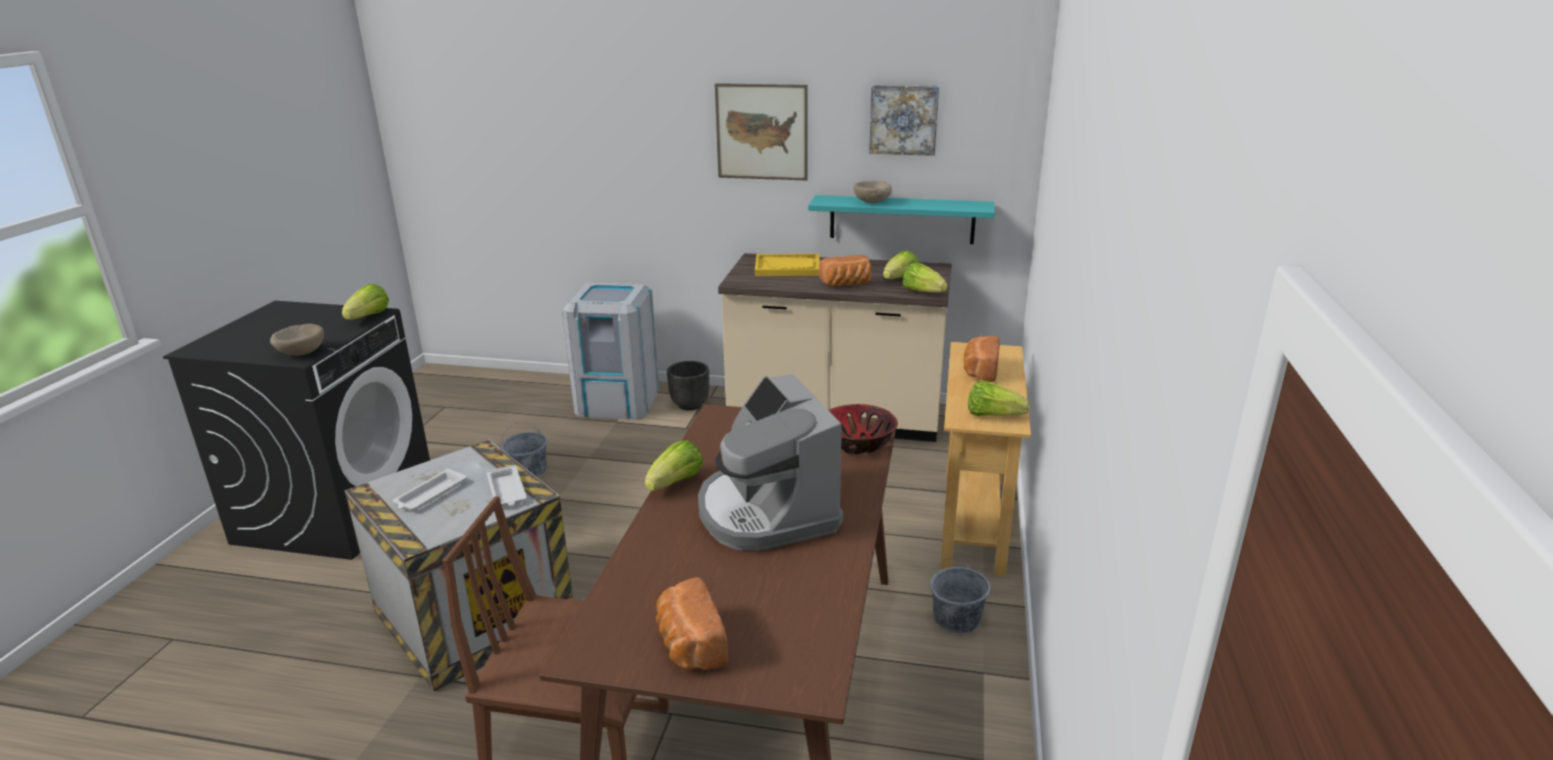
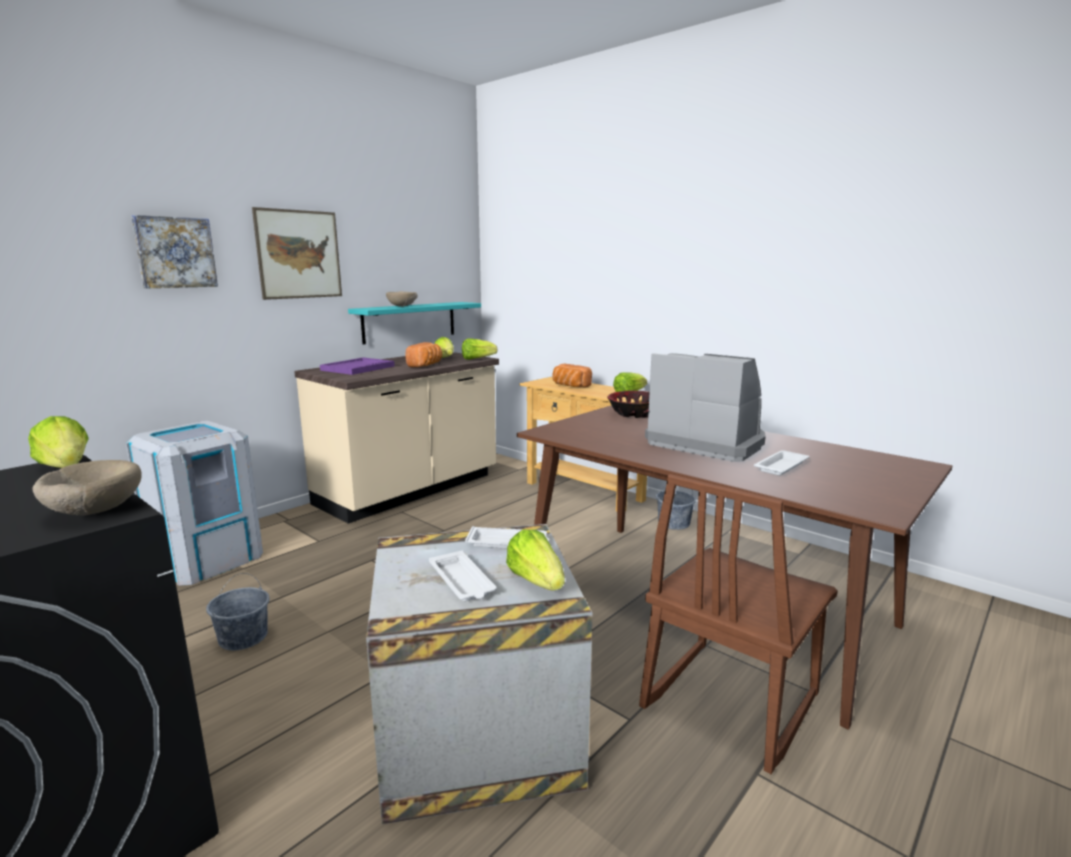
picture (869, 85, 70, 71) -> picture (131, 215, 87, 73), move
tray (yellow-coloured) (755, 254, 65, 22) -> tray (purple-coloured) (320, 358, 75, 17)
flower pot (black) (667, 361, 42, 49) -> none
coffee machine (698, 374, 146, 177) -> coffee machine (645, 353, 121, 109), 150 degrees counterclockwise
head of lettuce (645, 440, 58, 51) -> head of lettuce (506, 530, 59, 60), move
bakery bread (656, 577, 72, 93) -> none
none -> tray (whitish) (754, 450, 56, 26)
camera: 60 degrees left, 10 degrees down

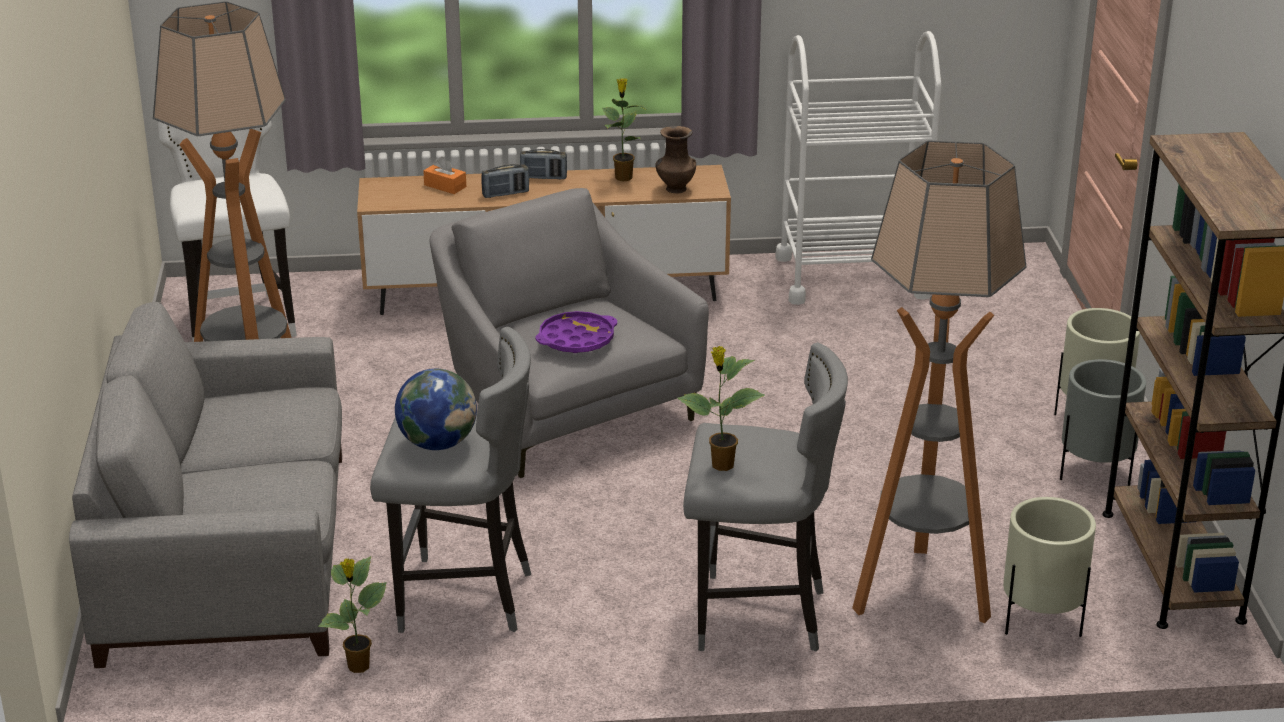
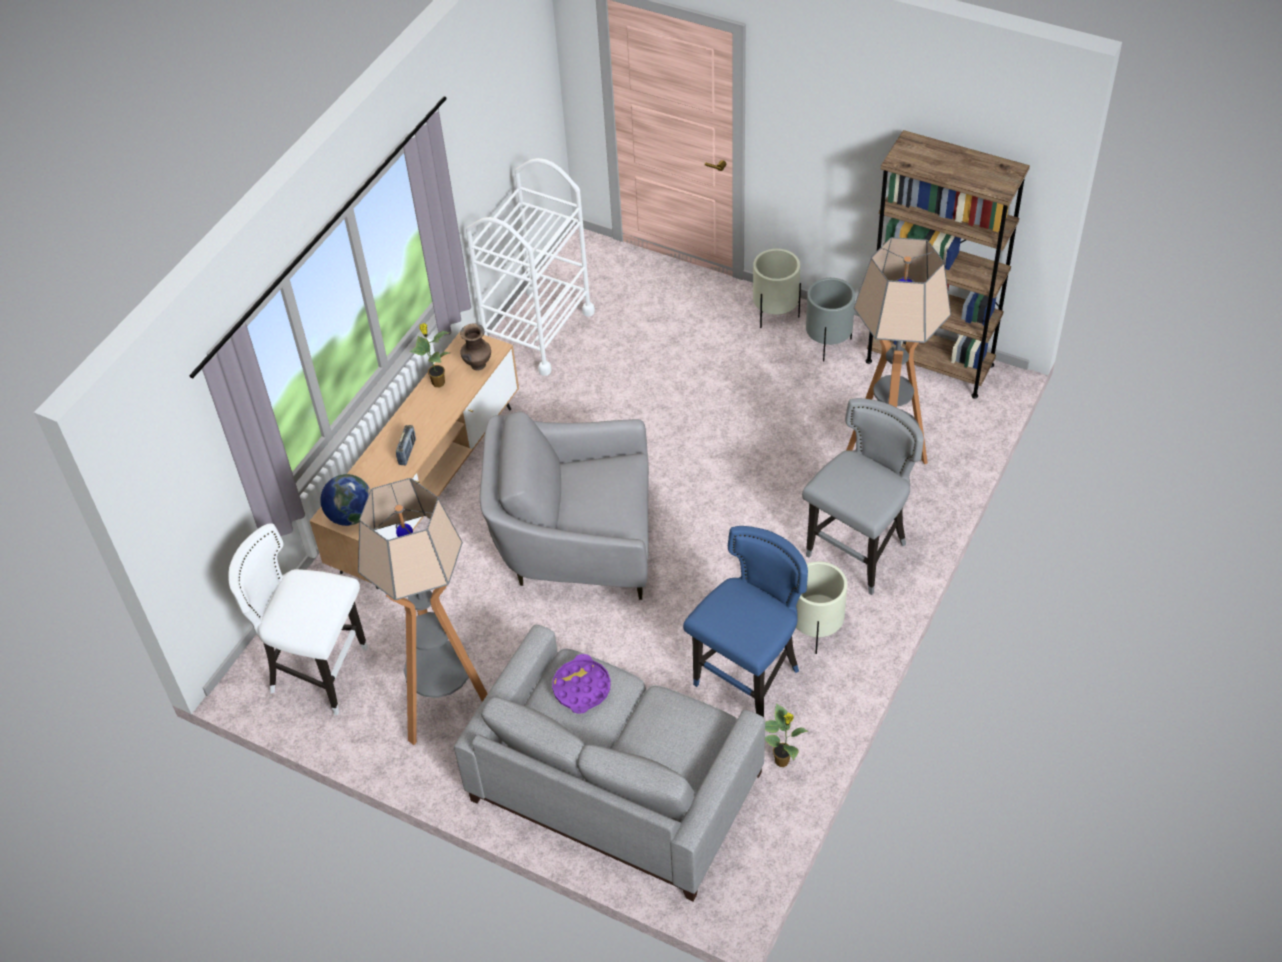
radio receiver (520, 149, 47, 31) -> none
tissue holder (orangey) (423, 157, 43, 37) -> none
tray (purple-coloured) (535, 311, 82, 42) -> tray (purple-coloured) (552, 654, 59, 60), move
stool seat (greyish) (370, 327, 161, 306) -> stool seat (bluish) (683, 526, 125, 191)
houseplant (677, 346, 88, 125) -> none
world globe (395, 369, 82, 81) -> world globe (320, 474, 51, 52), move
flower pot (beige) (1003, 497, 93, 140) -> flower pot (beige) (796, 561, 51, 93), move
camera: 55 degrees left, 20 degrees up

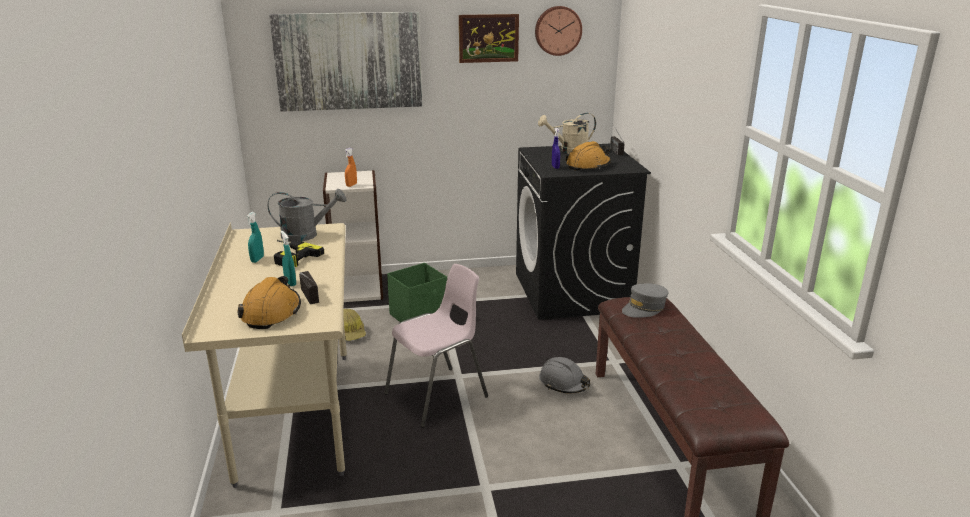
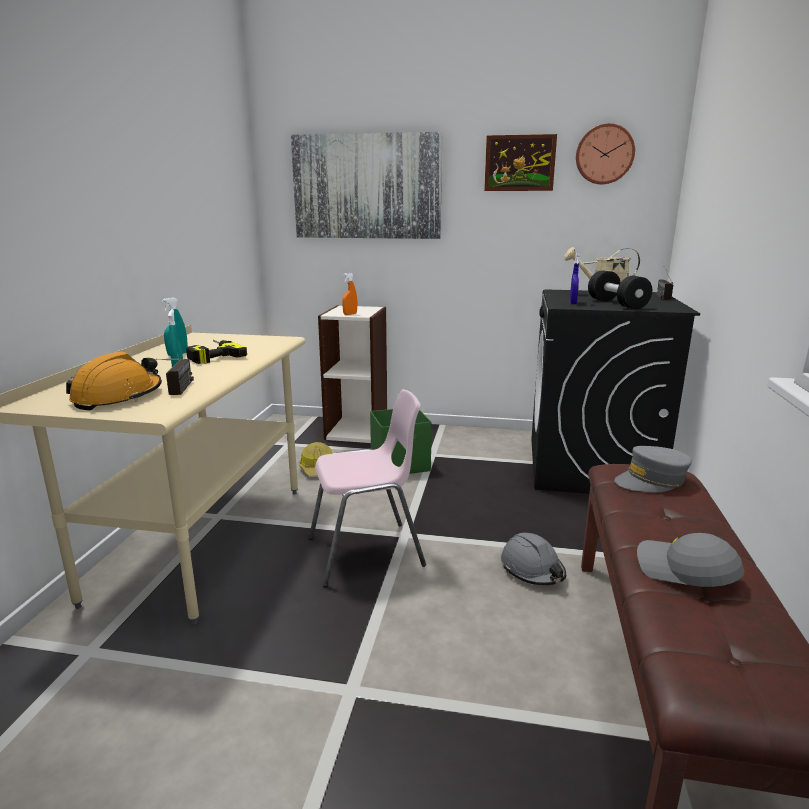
work helmet (orangey) (565, 141, 46, 30) -> free weight (black) (588, 270, 64, 39)
sprinkling can (greyish) (268, 189, 78, 53) -> none
none -> cap (greyish) (637, 533, 107, 54)
camera: 20 degrees right, 5 degrees down

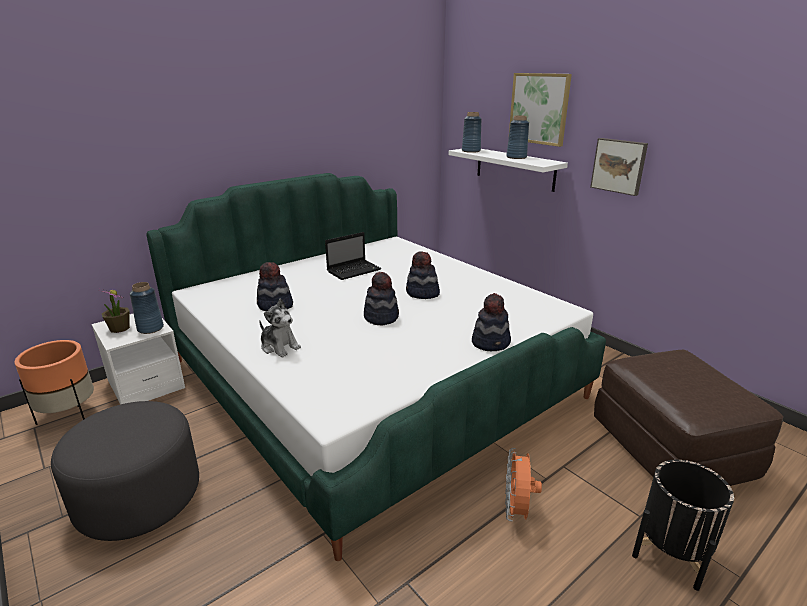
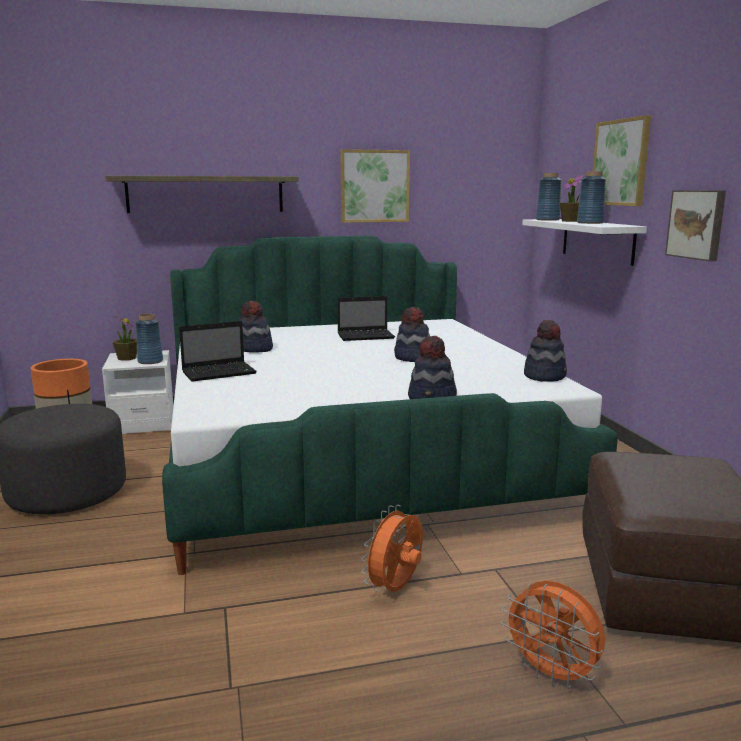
hat (364, 272, 35, 53) -> hat (524, 320, 43, 62), move
cuddly toy (259, 299, 42, 58) -> portable computer (179, 321, 78, 61)
flower pot (black) (632, 460, 102, 131) -> electric fan (orangey) (501, 581, 104, 108)
none -> picture (340, 149, 70, 74)
none -> houseplant (560, 175, 24, 47)
none -> bracket shelf (106, 176, 193, 37)
camera: 25 degrees right, 10 degrees down

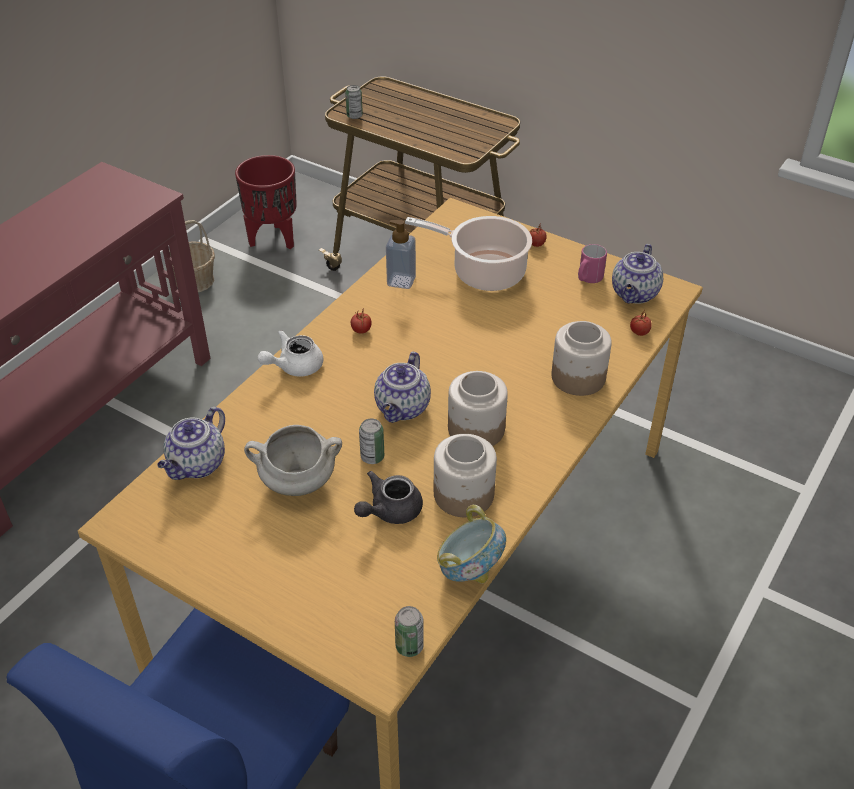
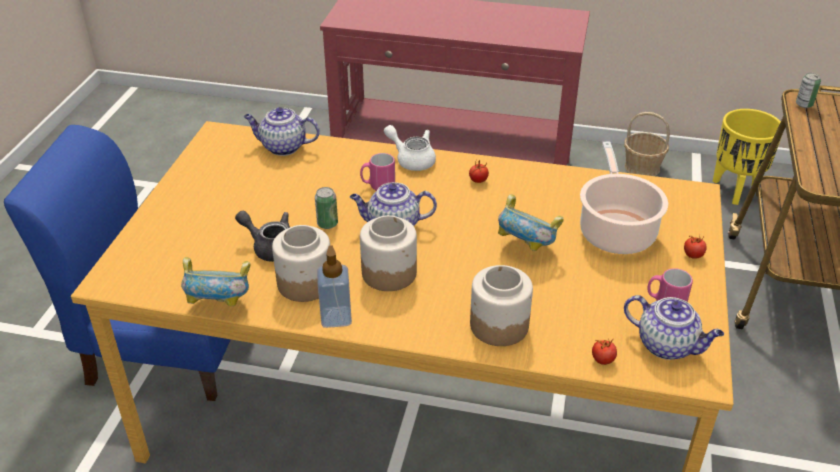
flower pot (red) (235, 155, 62, 94) -> flower pot (yellow-coloured) (713, 109, 69, 96)
soap dispenser (386, 220, 30, 69) -> soap dispenser (317, 245, 35, 83), move
tea pot (612, 244, 51, 60) -> tea pot (624, 295, 100, 65), 150 degrees counterclockwise
cooking pot (whitish) (244, 425, 98, 71) -> none
metal can (395, 606, 29, 51) -> none
none -> tea mug (pinkish) (360, 153, 35, 38)
none -> serving bowl (498, 194, 66, 57)
camera: 70 degrees right, 5 degrees down

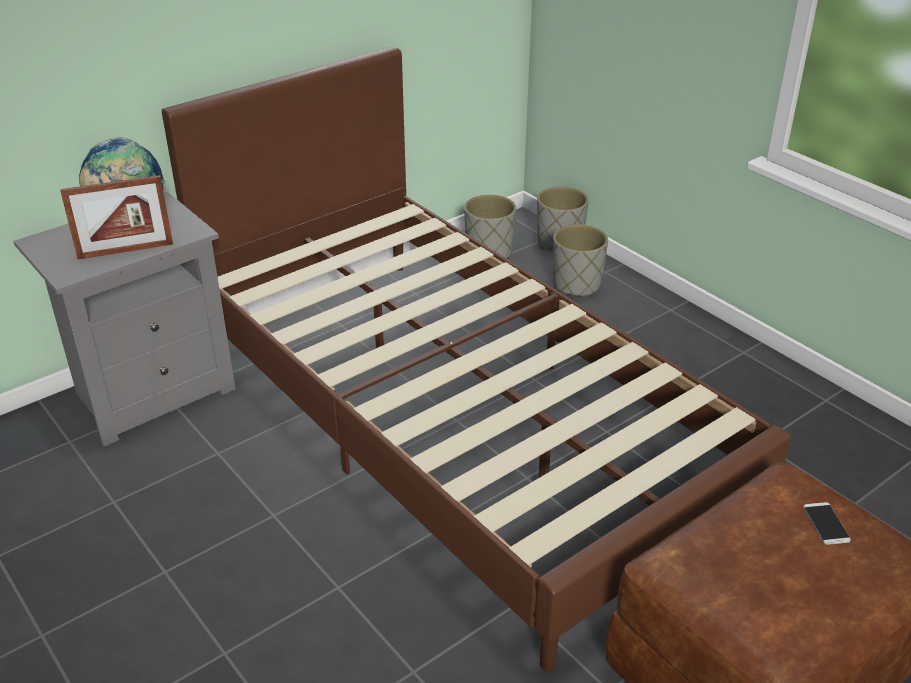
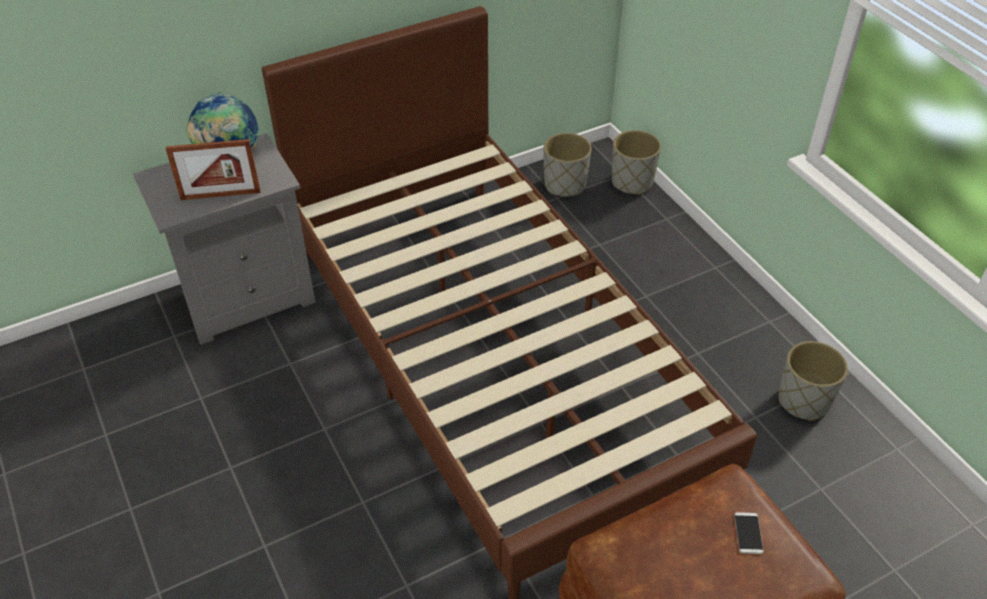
flower pot (greyish) (553, 224, 55, 73) -> flower pot (greyish) (778, 341, 70, 80), move
camera: 10 degrees right, 10 degrees up

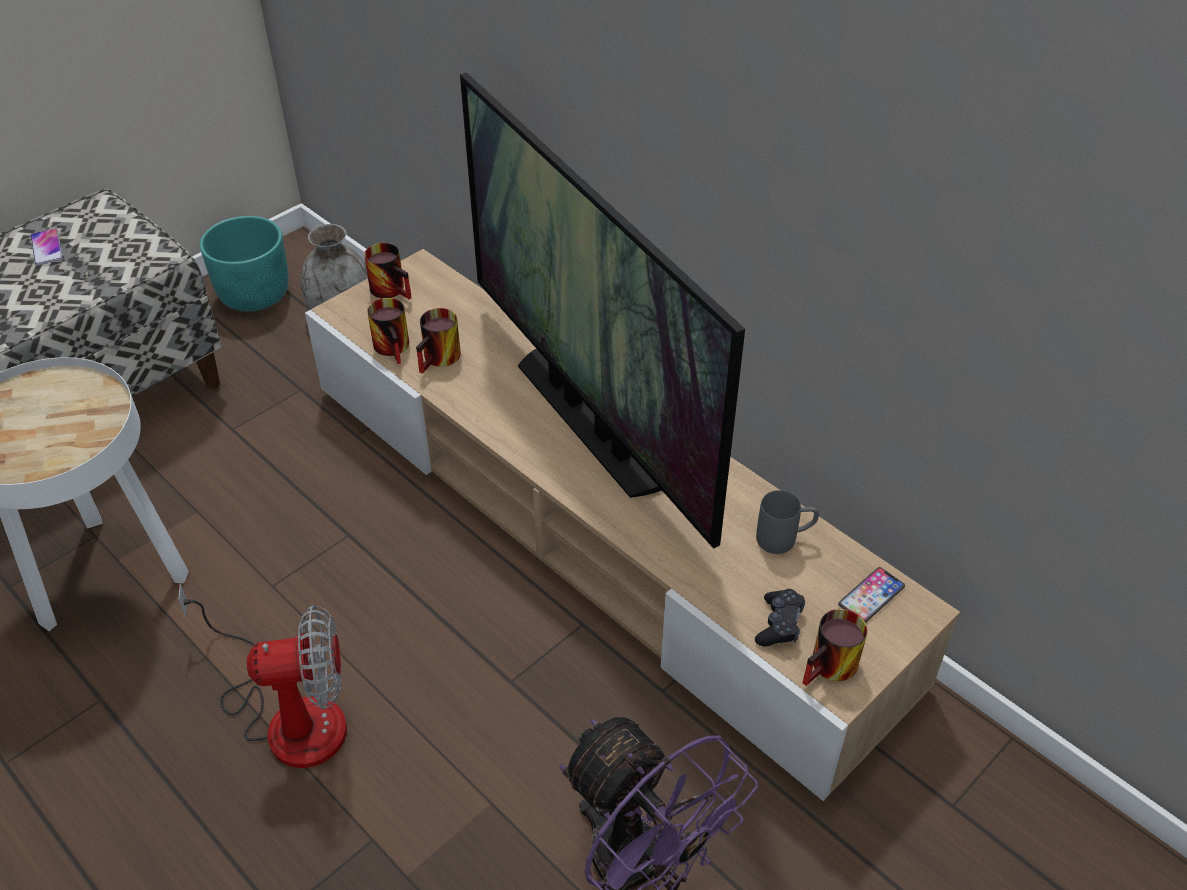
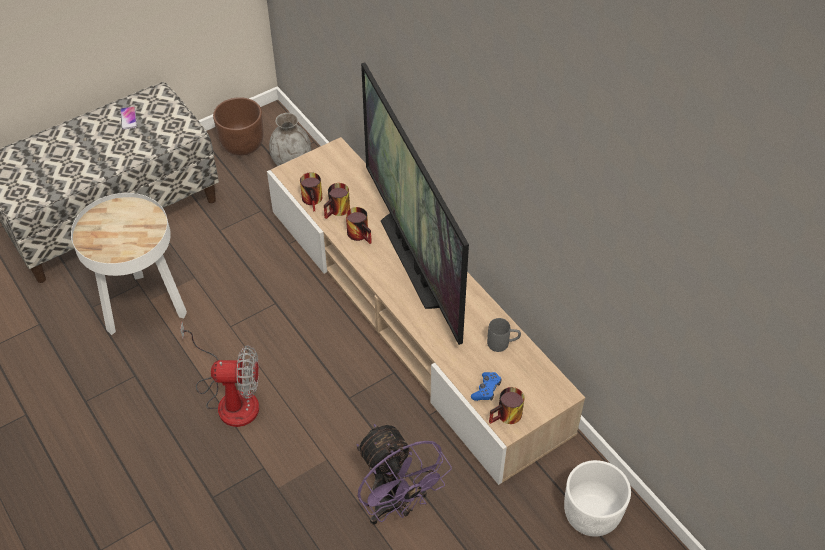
flower pot (turquoise-coloured) (200, 216, 89, 96) -> flower pot (brown) (213, 97, 50, 59)
tea mug (364, 243, 48, 56) -> tea mug (346, 207, 26, 37), move
phone (838, 567, 67, 56) -> none
game controller (black) (755, 589, 50, 58) -> game controller (bluish) (471, 372, 30, 29)
none -> flower pot (whitish) (564, 460, 67, 77)
camera: 10 degrees right, 5 degrees up

